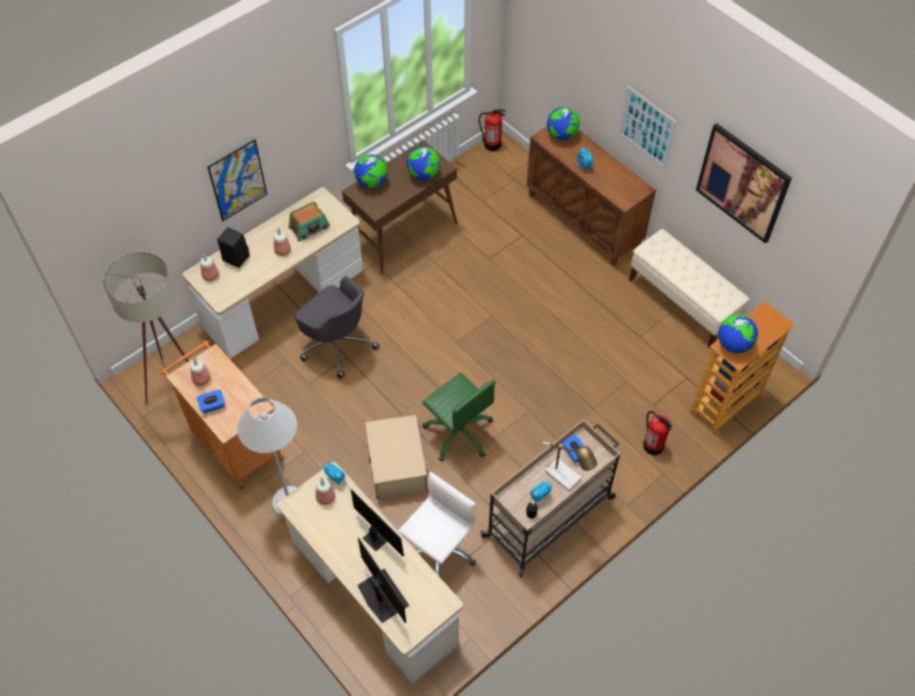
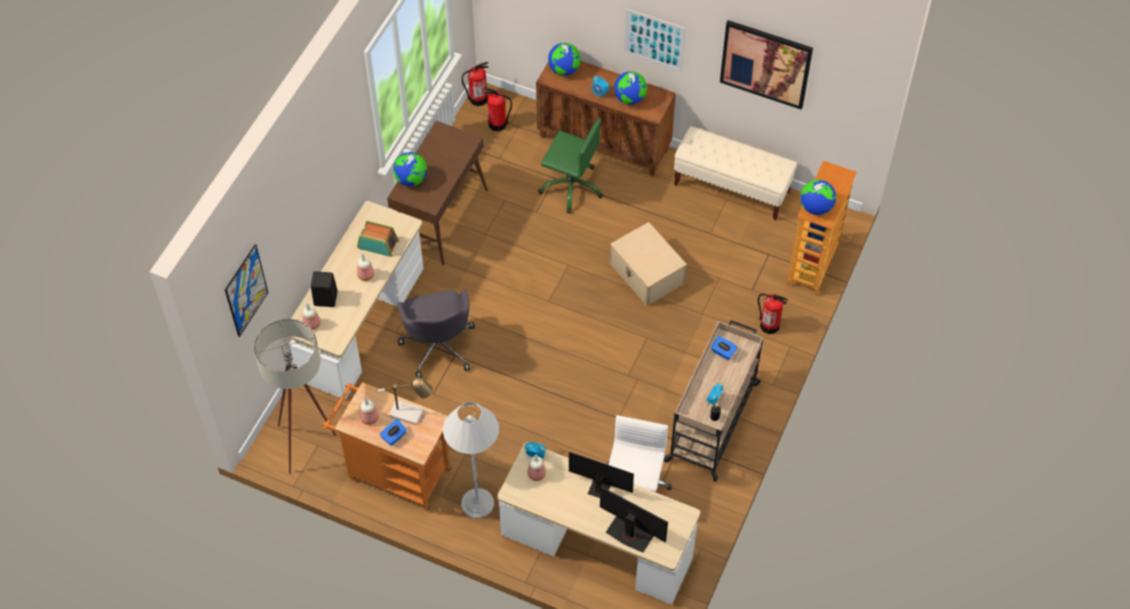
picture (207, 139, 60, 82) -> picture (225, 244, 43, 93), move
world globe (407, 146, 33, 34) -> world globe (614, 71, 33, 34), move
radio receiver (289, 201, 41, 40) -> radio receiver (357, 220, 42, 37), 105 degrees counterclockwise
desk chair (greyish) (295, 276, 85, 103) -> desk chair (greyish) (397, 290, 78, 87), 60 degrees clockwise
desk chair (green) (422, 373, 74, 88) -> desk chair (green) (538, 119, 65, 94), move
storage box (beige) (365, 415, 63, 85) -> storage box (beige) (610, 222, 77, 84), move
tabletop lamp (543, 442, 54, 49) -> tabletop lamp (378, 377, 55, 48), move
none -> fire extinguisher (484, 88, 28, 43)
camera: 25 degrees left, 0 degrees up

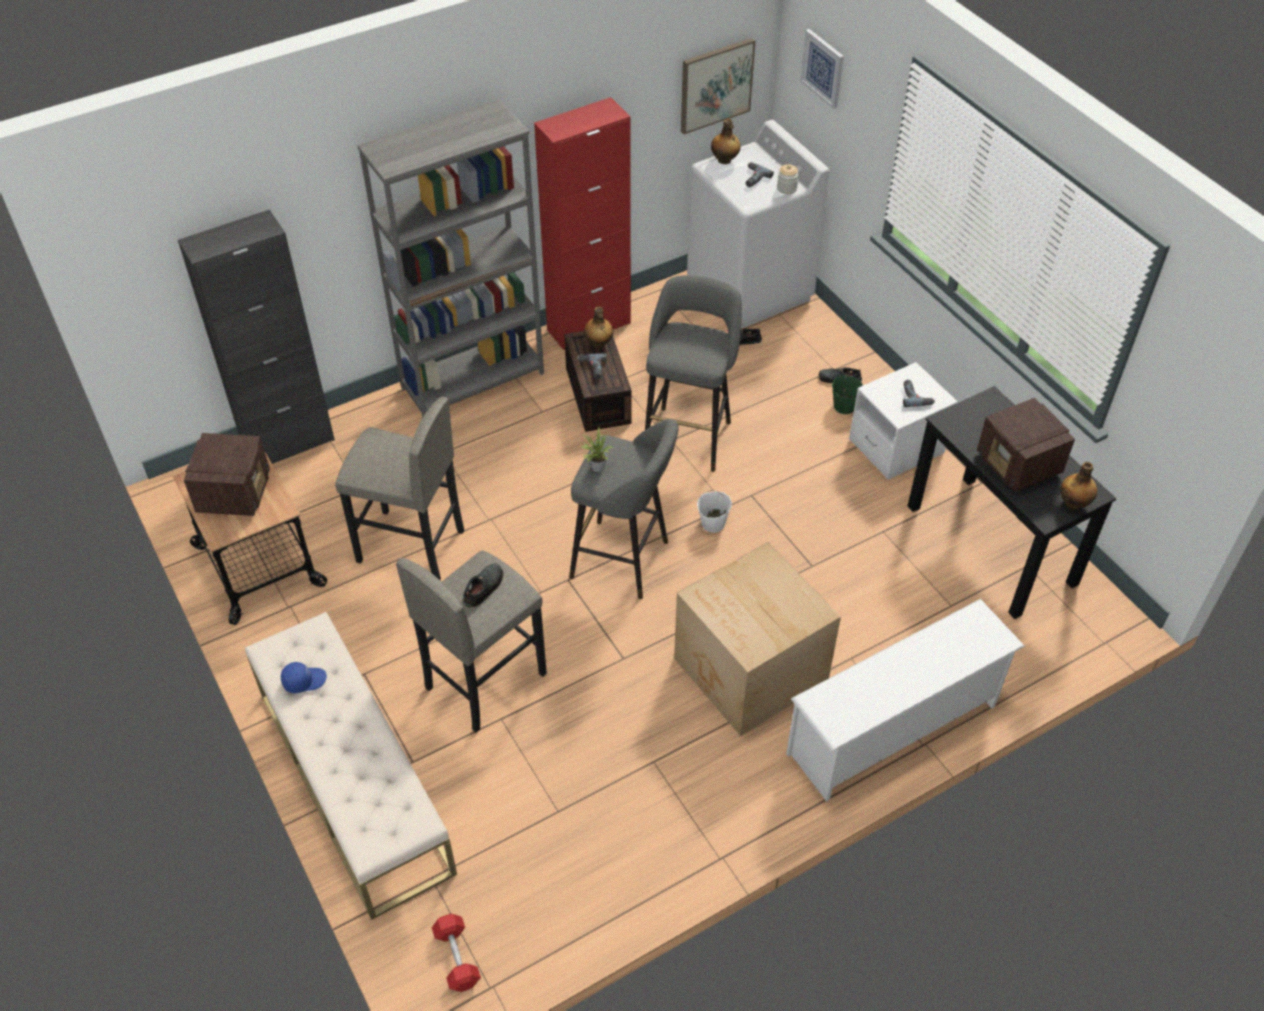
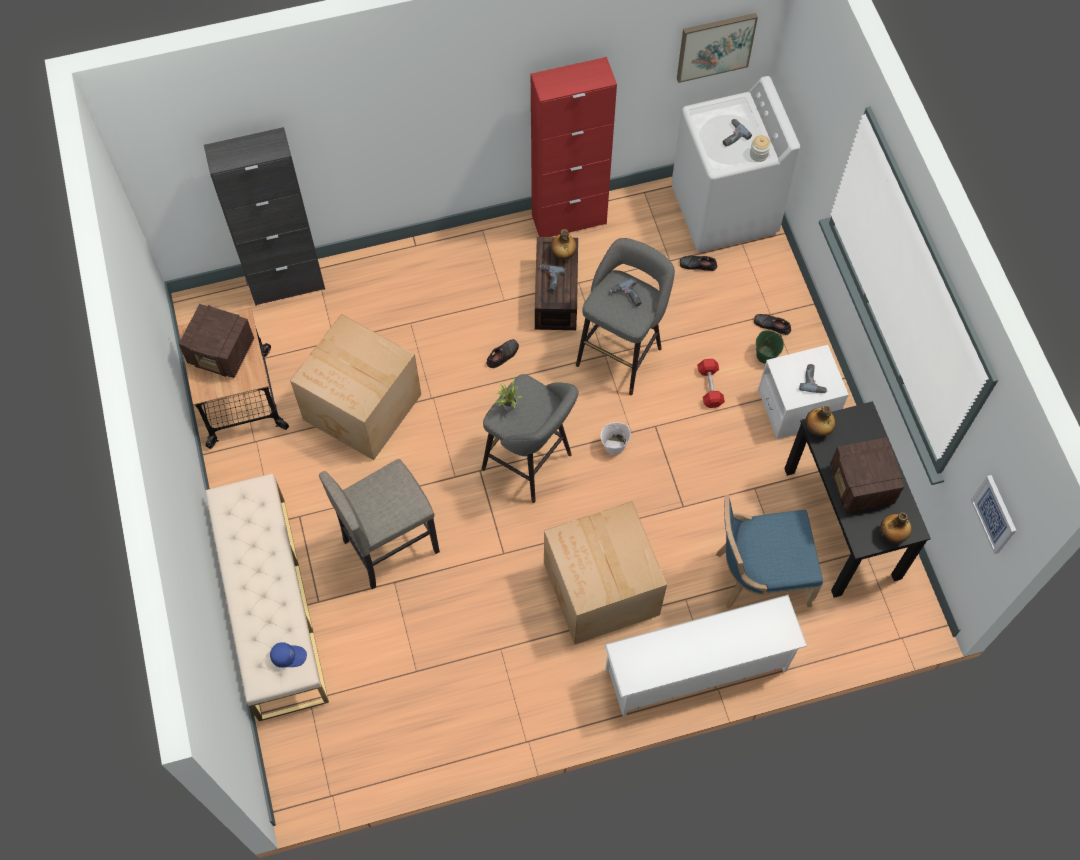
picture (800, 29, 44, 80) -> picture (971, 475, 46, 79), move
bookshelf (greyish) (357, 99, 187, 319) -> none
bottle (711, 119, 29, 45) -> bottle (805, 405, 30, 31), move
stool seat (greyish) (335, 397, 129, 183) -> packing box (290, 314, 131, 146)
radio receiver (184, 433, 86, 83) -> radio receiver (179, 304, 75, 74), 90 degrees clockwise
low shoe (black) (463, 563, 40, 45) -> low shoe (black) (486, 339, 33, 29), move
cap (bluish) (281, 662, 46, 31) -> cap (bluish) (270, 642, 37, 26), move
free weight (red) (432, 914, 49, 78) -> free weight (red) (697, 359, 28, 49), move
none -> drill (610, 278, 32, 28)
none -> plain chair (bluish) (716, 494, 107, 115)
camera: 15 degrees right, 15 degrees up

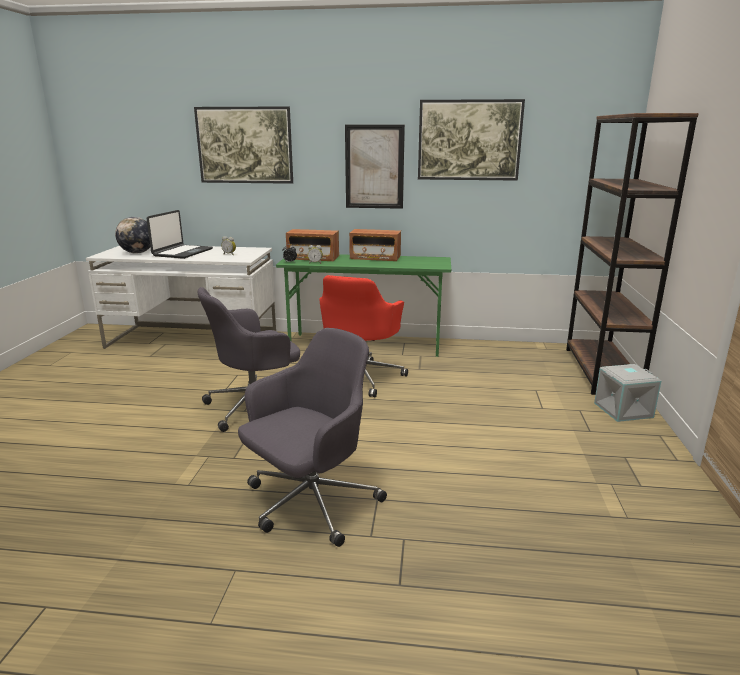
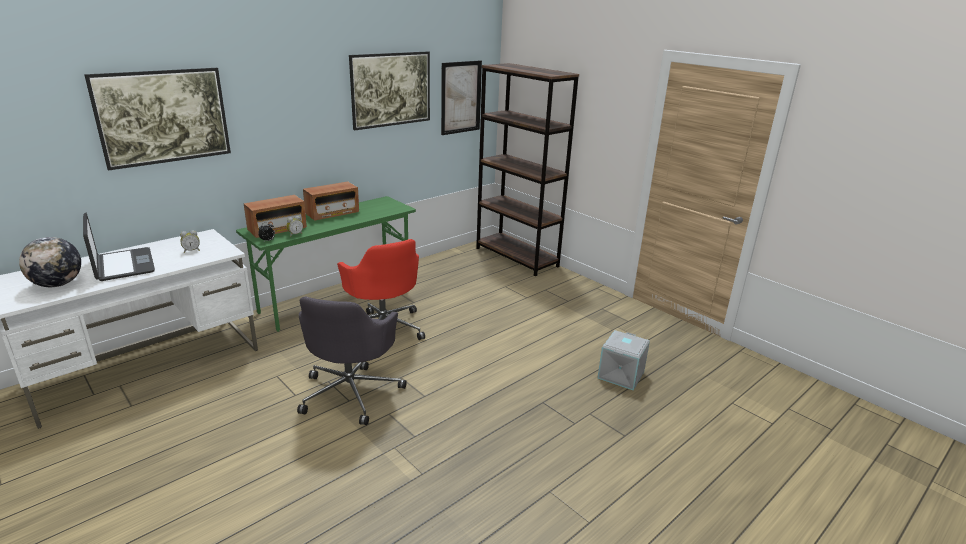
picture (345, 124, 60, 85) -> picture (441, 60, 41, 75), move
desk chair (greyish) (238, 328, 149, 219) -> none
storage box (greyish) (594, 364, 67, 58) -> storage box (greyish) (597, 330, 53, 61), move
camera: 50 degrees left, 5 degrees up

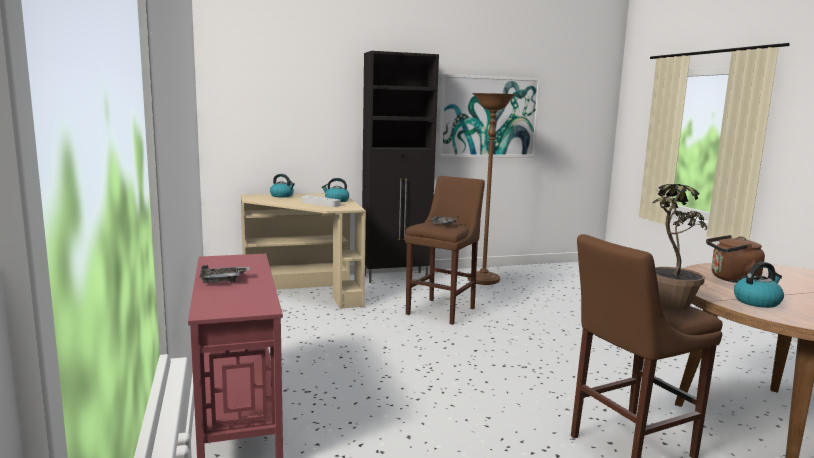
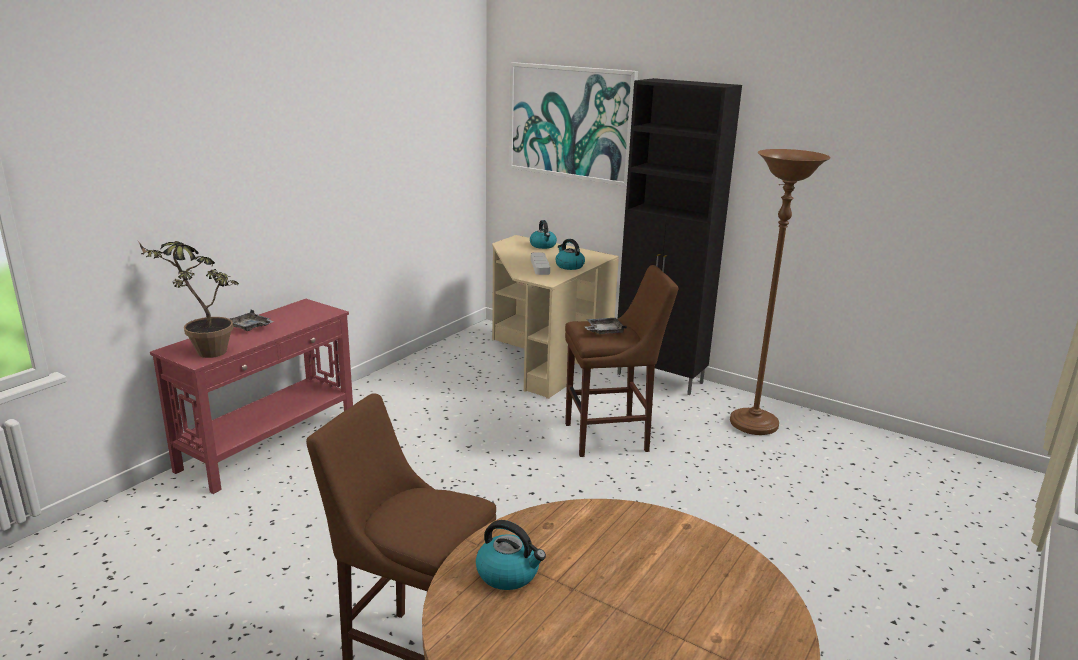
picture (438, 74, 103, 83) -> picture (509, 62, 129, 124), move
houseplant (653, 184, 54, 126) -> houseplant (138, 241, 101, 117), move
water kettle (brown) (706, 235, 59, 48) -> none
camera: 50 degrees right, 10 degrees up

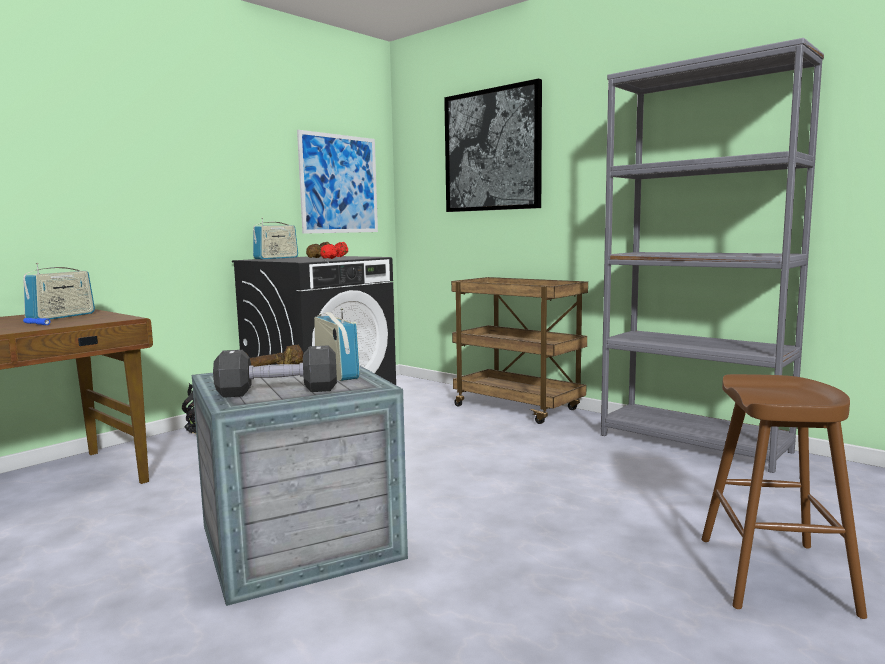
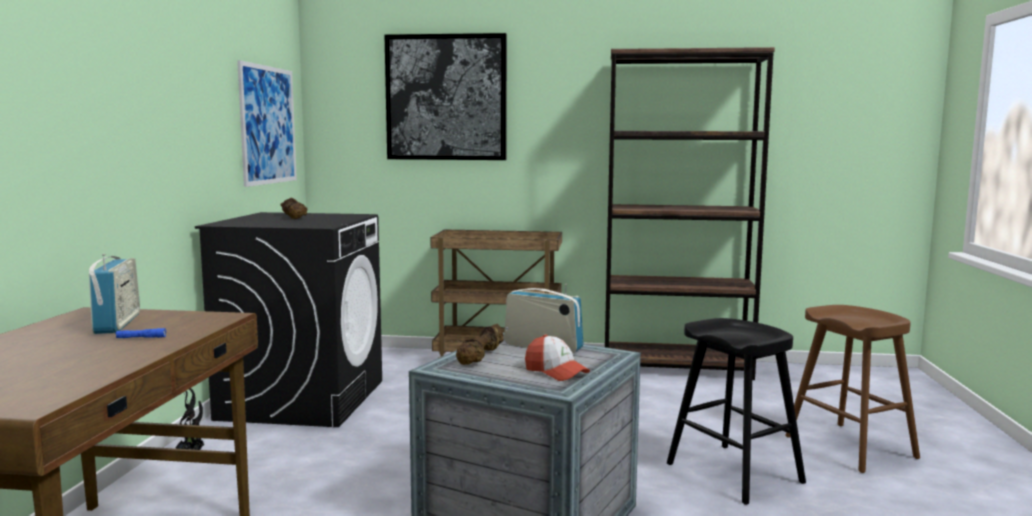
bookshelf (greyish) (601, 38, 223, 435) -> bookshelf (brown) (605, 47, 170, 333)
radio receiver (253, 218, 45, 41) -> none
free weight (red) (320, 242, 28, 17) -> none
free weight (black) (213, 345, 124, 53) -> cap (525, 335, 65, 46)
none -> stool seat (black) (667, 318, 139, 187)
camera: 35 degrees left, 0 degrees up

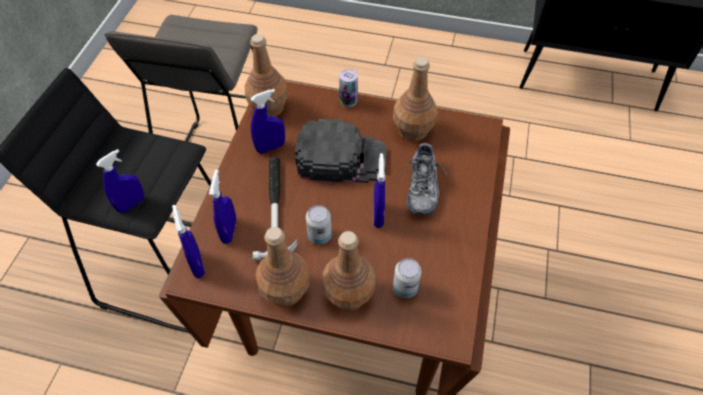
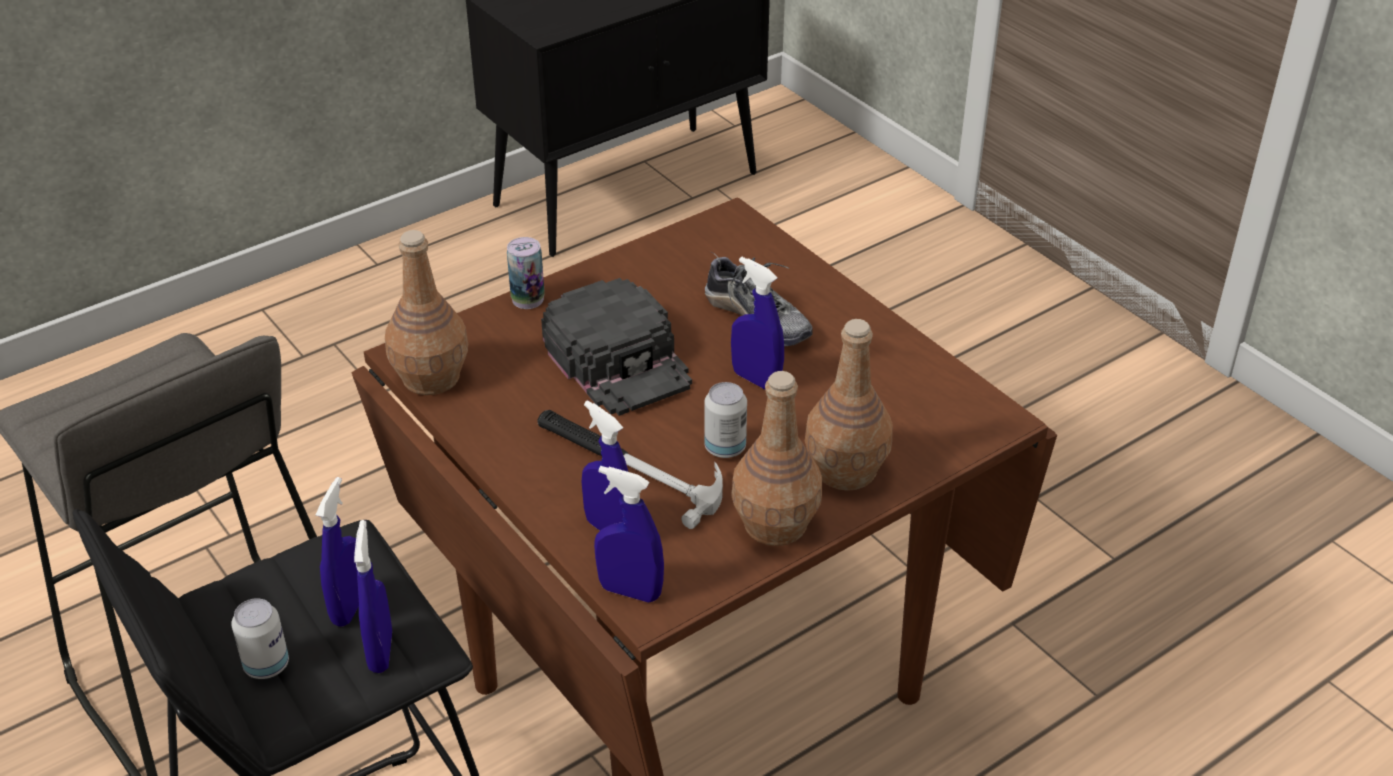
bottle (brown) (393, 57, 44, 84) -> none
spray bottle (bluish) (250, 89, 35, 65) -> spray bottle (bluish) (316, 477, 43, 149), move
cap (black) (295, 119, 92, 65) -> cap (black) (541, 278, 151, 138), 105 degrees clockwise
metal can (393, 258, 28, 40) -> metal can (231, 598, 58, 81), move
camera: 50 degrees left, 15 degrees down

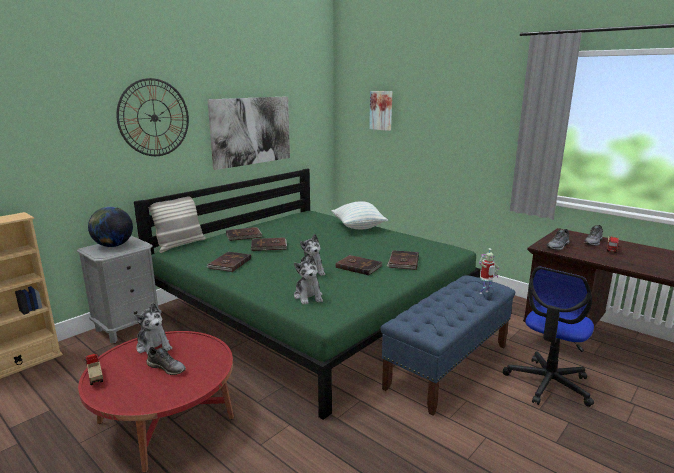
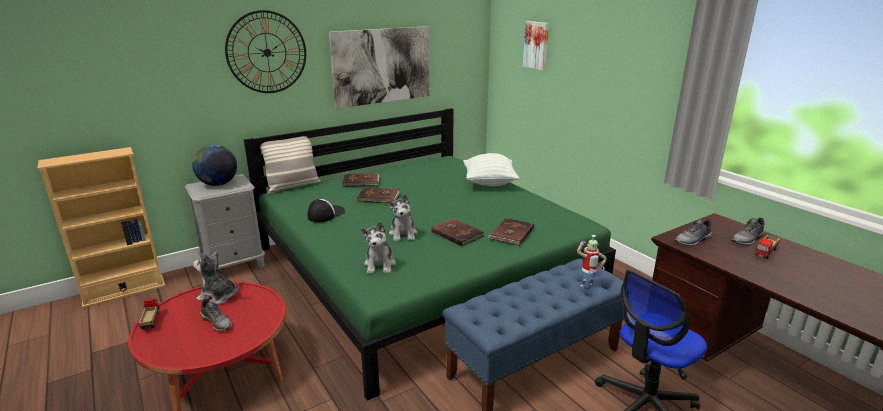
volume (brown) (207, 252, 44, 20) -> cap (308, 199, 37, 23)
cuddly toy (134, 303, 38, 52) -> cuddly toy (193, 251, 46, 54), 135 degrees clockwise
camera: 15 degrees right, 5 degrees up

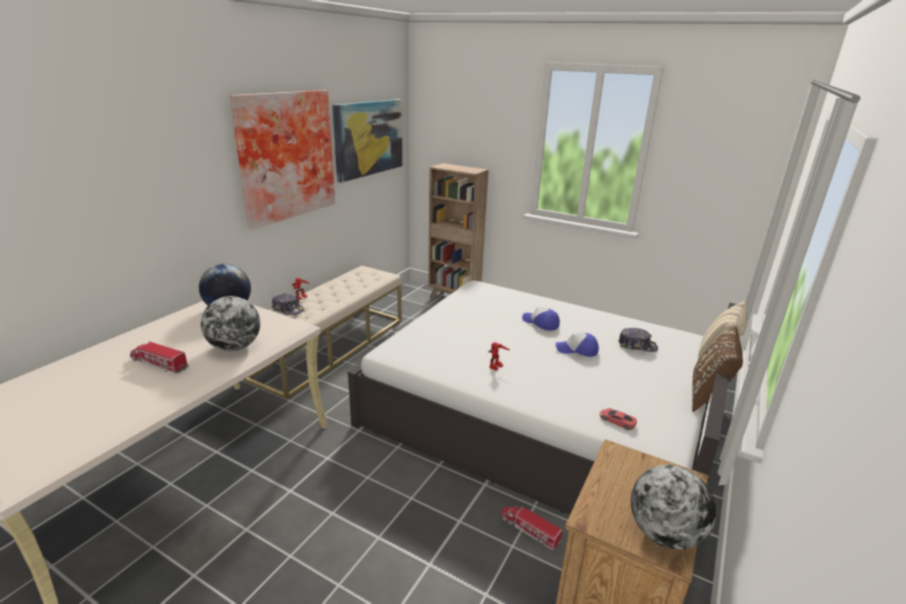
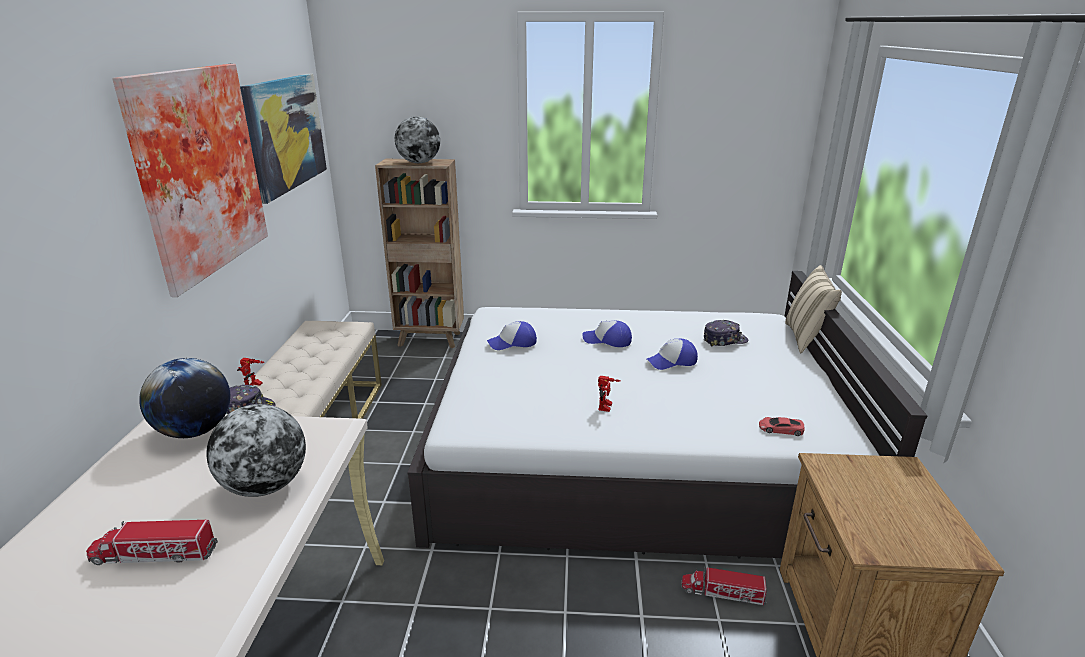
cushion (brown) (692, 327, 51, 85) -> none
world globe (631, 465, 85, 85) -> world globe (395, 116, 45, 47), move
none -> cap (487, 321, 50, 29)
camera: 25 degrees left, 0 degrees up

